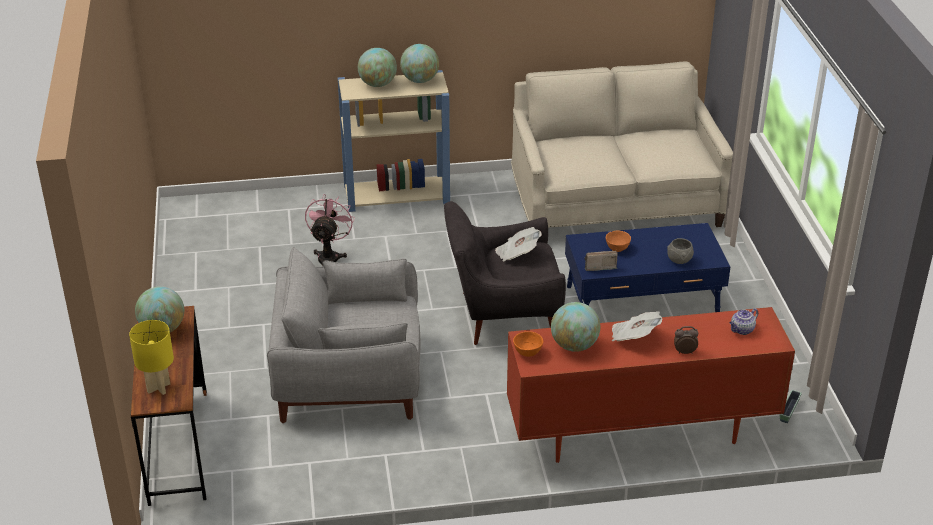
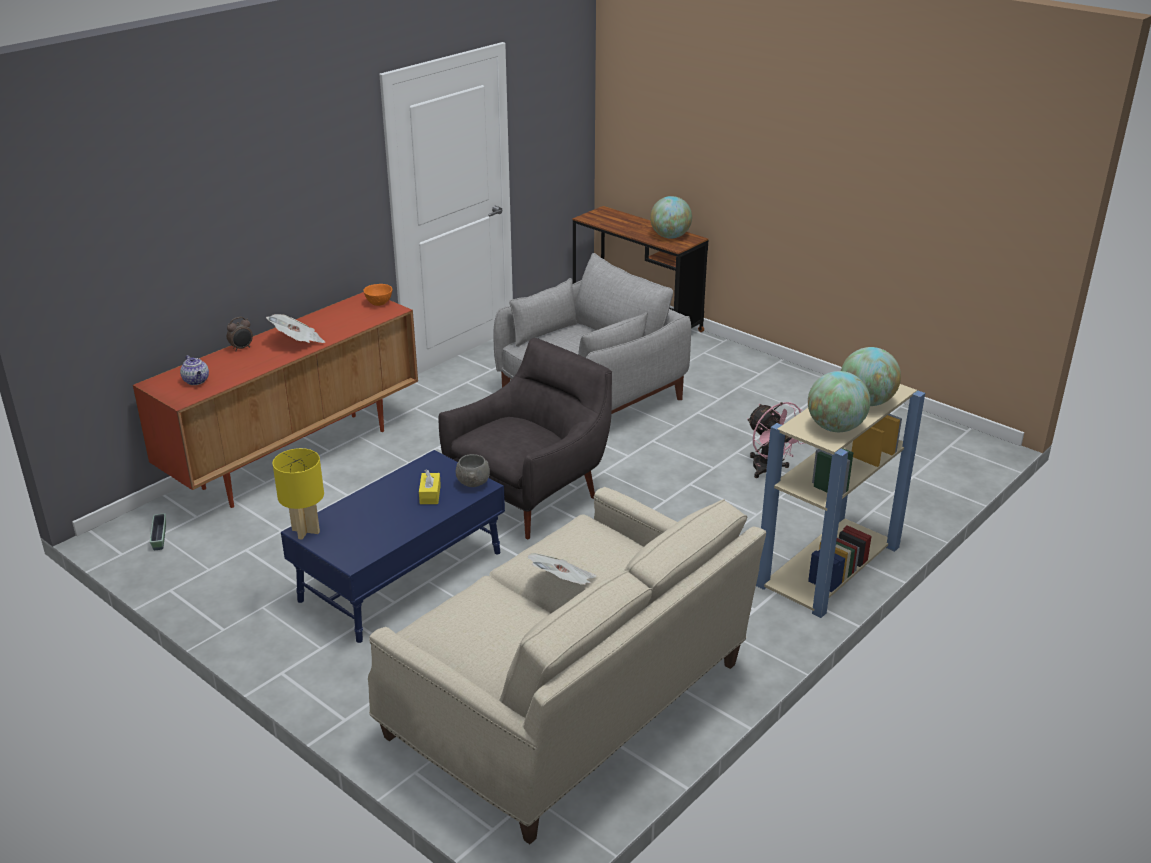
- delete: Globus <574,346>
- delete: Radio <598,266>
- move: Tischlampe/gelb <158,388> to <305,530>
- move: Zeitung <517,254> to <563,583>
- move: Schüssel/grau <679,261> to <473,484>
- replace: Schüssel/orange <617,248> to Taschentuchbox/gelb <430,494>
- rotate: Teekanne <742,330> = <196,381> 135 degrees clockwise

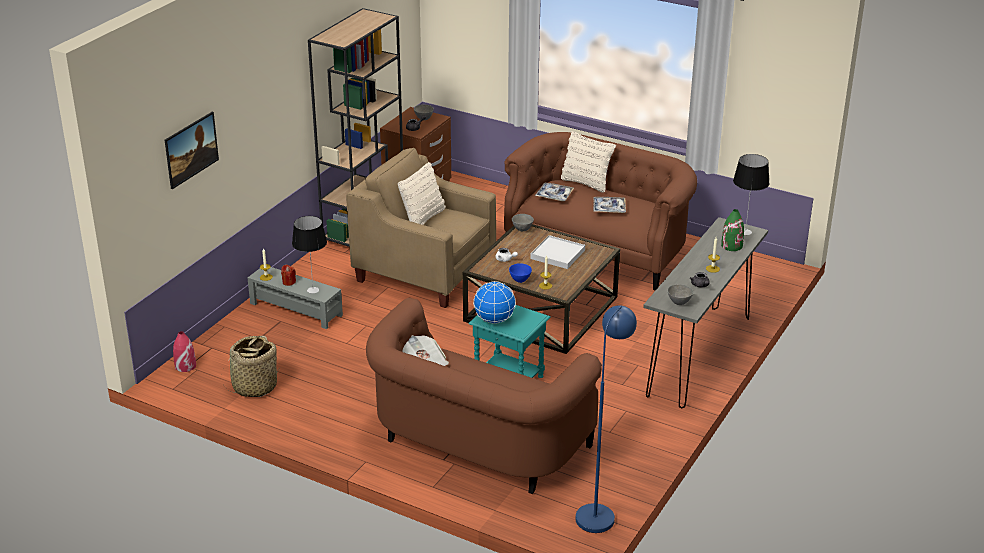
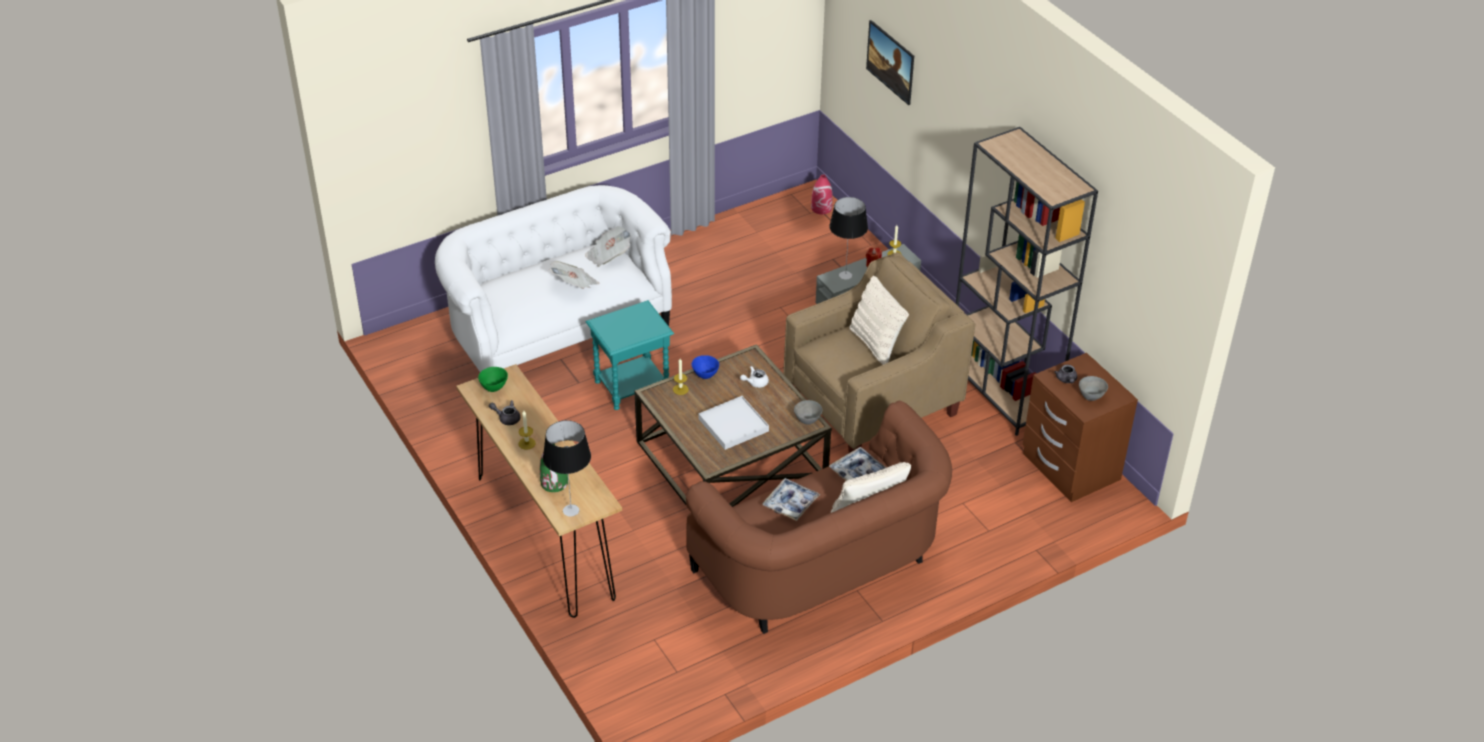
- delete: Korb <254,386>
- delete: Globus <494,320>
- delete: Stehlampe/blau <600,512>
- insert: Zeitung <575,285>
- recolor: Sofa/braun <478,444> to Sofa/weiß <556,329>
- recolor: Konsolentisch/grau <699,356> to Konsolentisch/braun <544,537>
- recolor: Schüssel/grau <679,303> to Schüssel/grün <494,387>

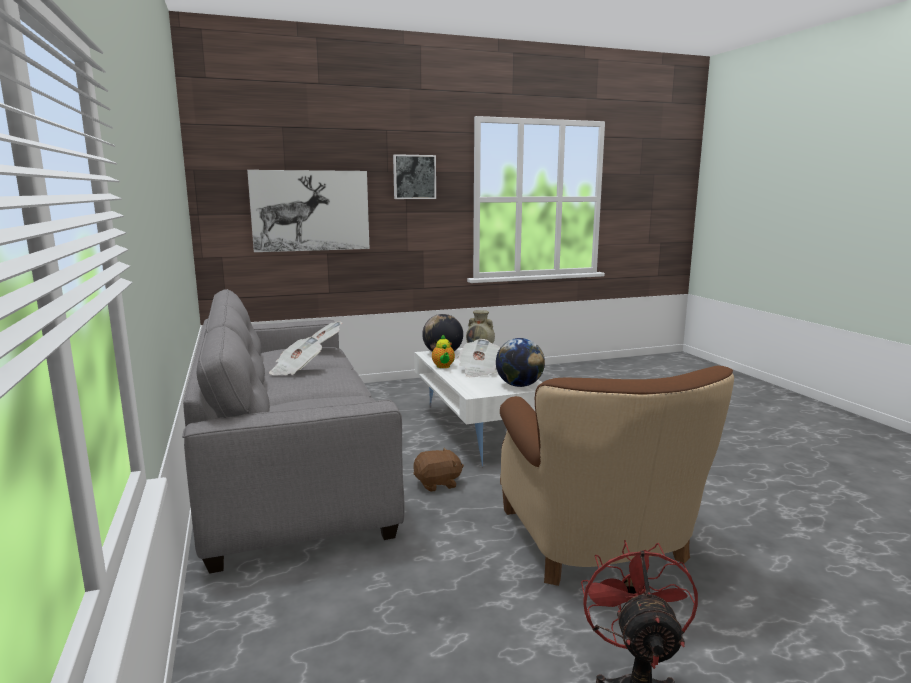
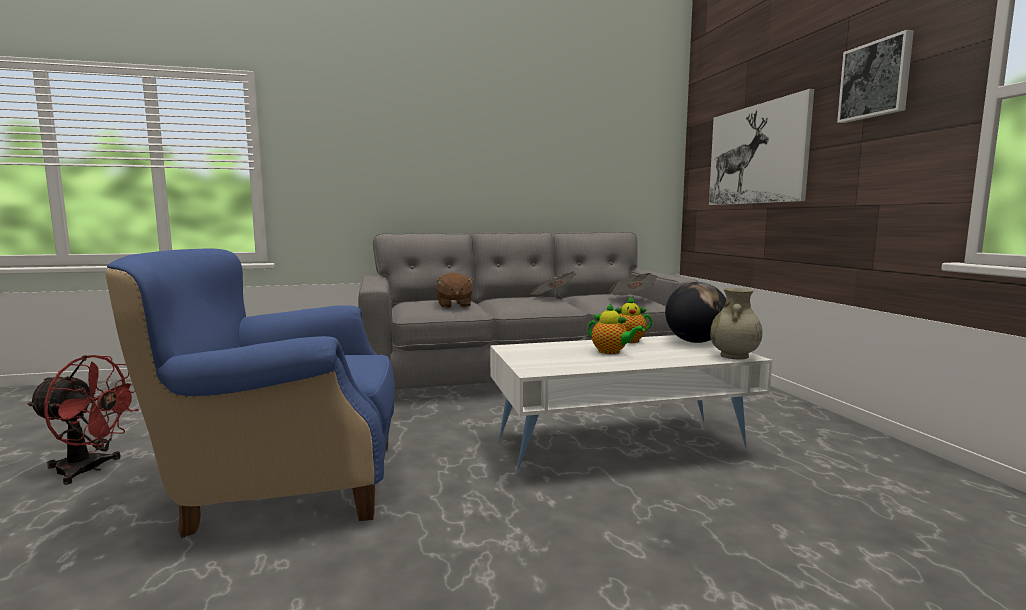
- delete: Globus <519,385>
- move: Plüschtier/braun <437,484> to <454,305>
- replace: Zeitung <479,370> to Teekanne <611,352>
- recolor: Sessel/braun <596,543> to Sessel/blau <281,485>

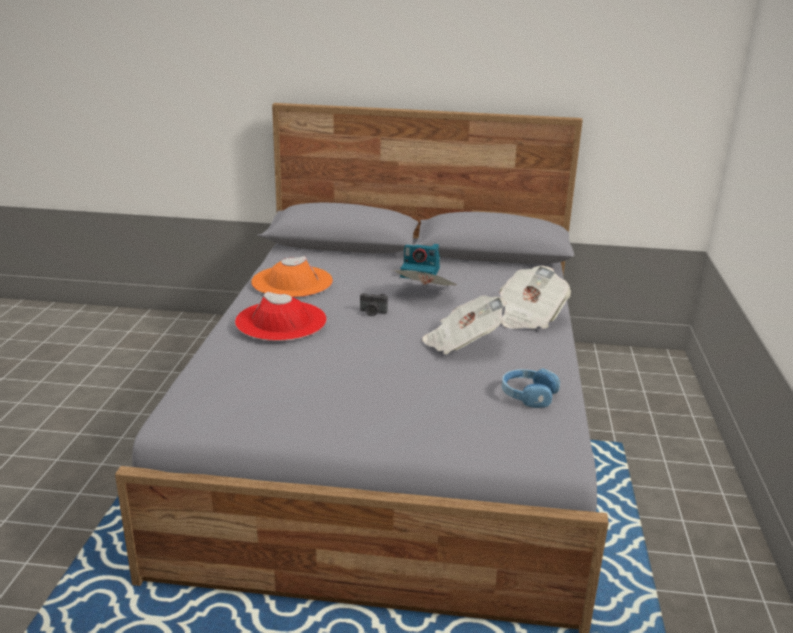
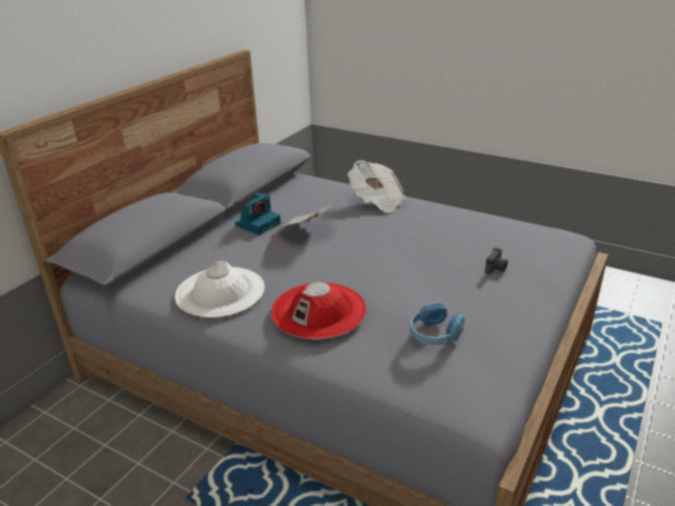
- delete: Zeitung <462,343>
- move: Kamera <372,312> to <496,269>
- move: Kopfhörer/blau <528,395> to <435,334>
- recolor: Hut/orange <292,282> to Hut/weiß <220,292>

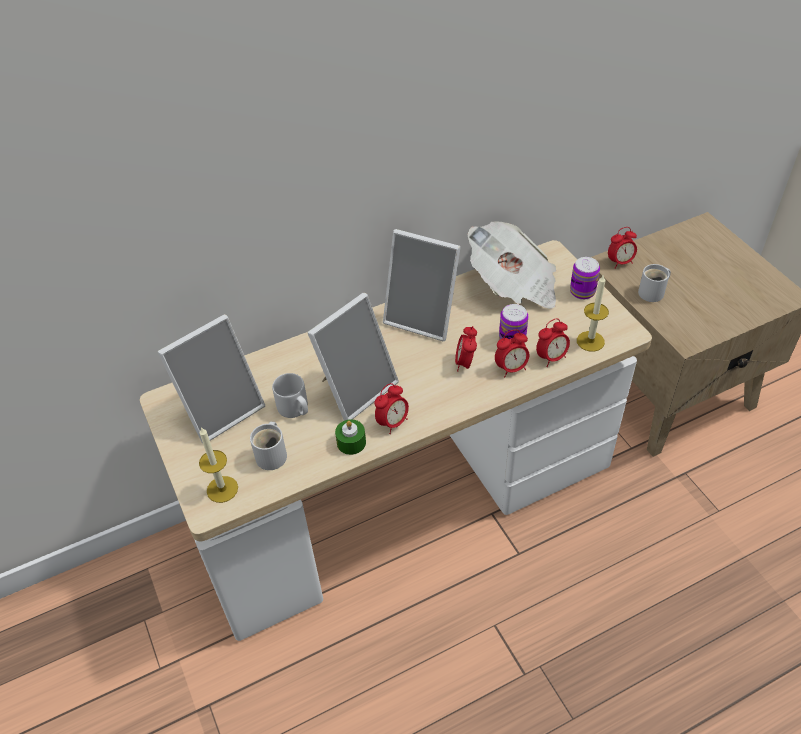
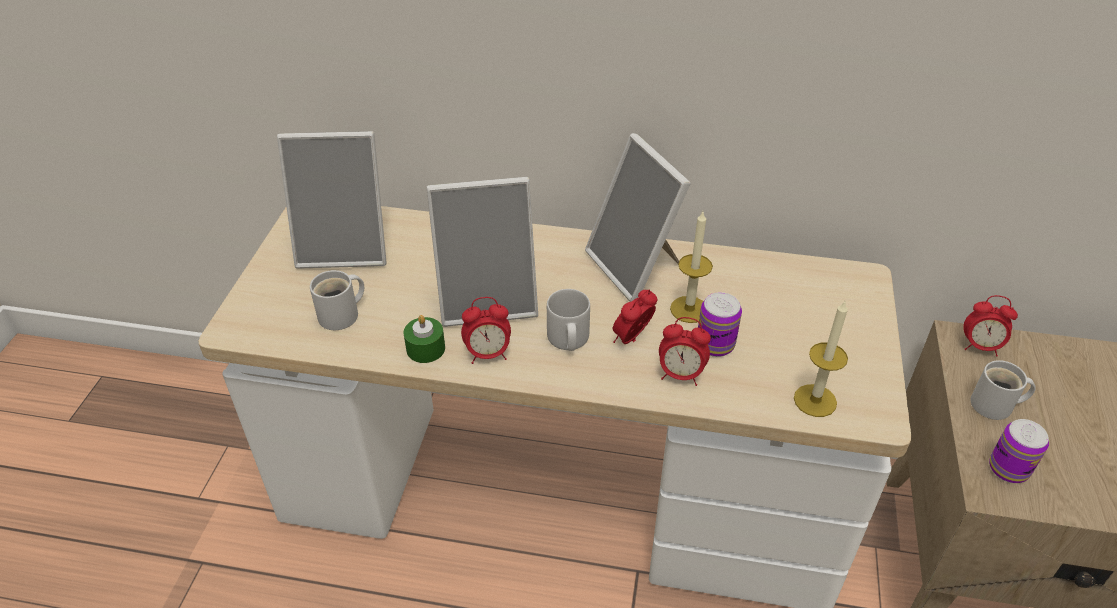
- delete: Zeitung <513,285>
- delete: Wecker <551,357>
- move: Kerze <222,489> to <689,309>
- move: Henkelbecher/grau <295,409> to <568,340>
- move: Dose <582,291> to <1008,469>

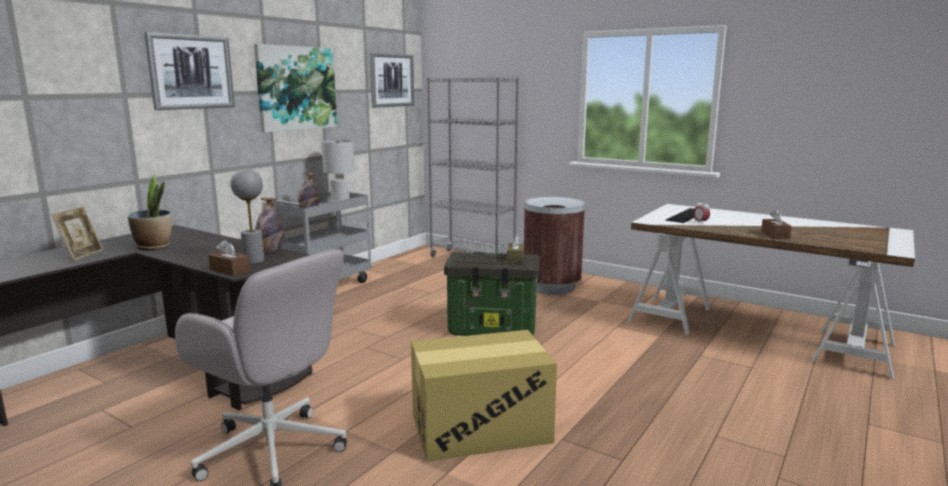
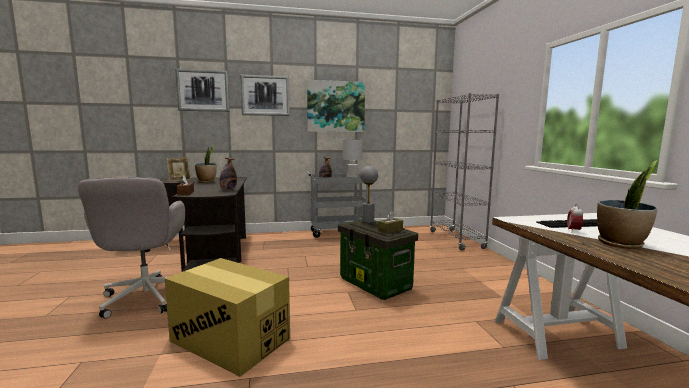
- delete: Mülleimer/braun <552,286>
- delete: Taschentuchbox/braun <775,235>
- insert: Topfpflanze <621,244>
- move: Tischlampe/grau <254,261> to <368,221>
- move: Bild <392,80> to <203,90>

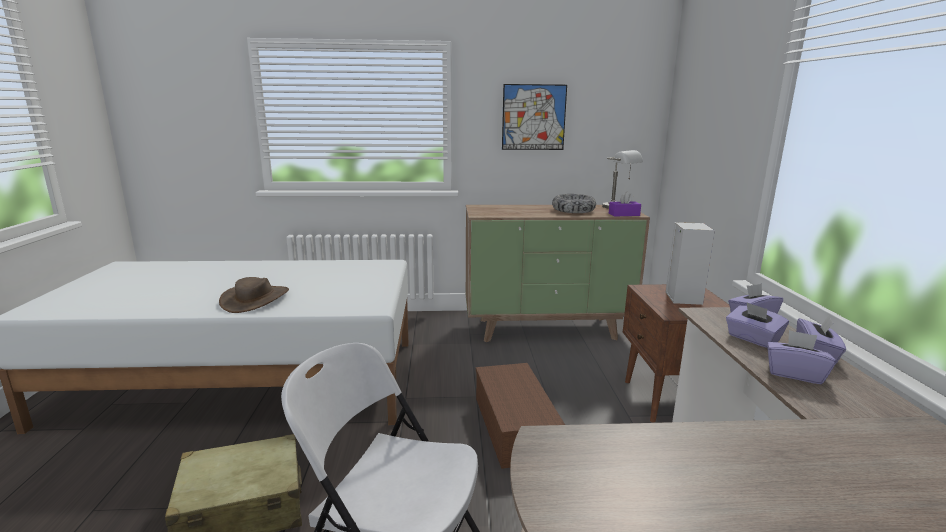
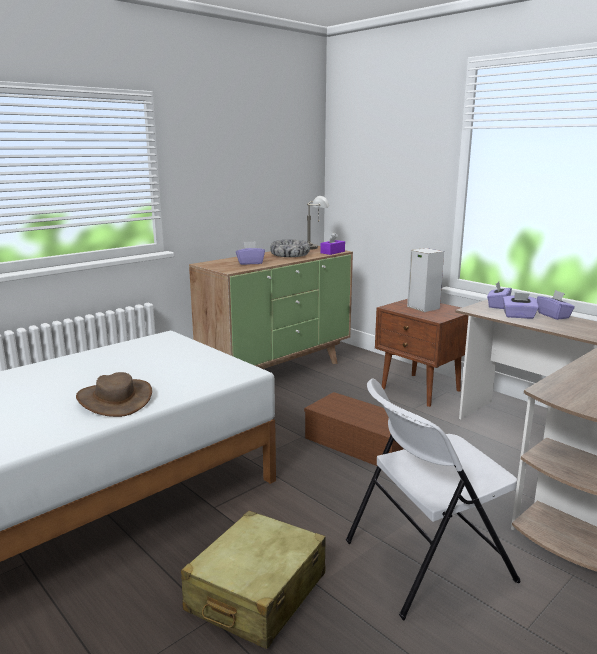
- delete: Bild <533,117>
- move: Taschentuchbox/lila <794,373> to <250,263>

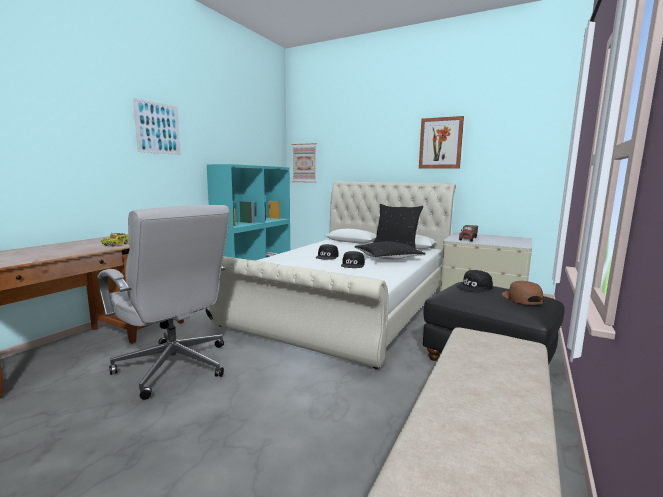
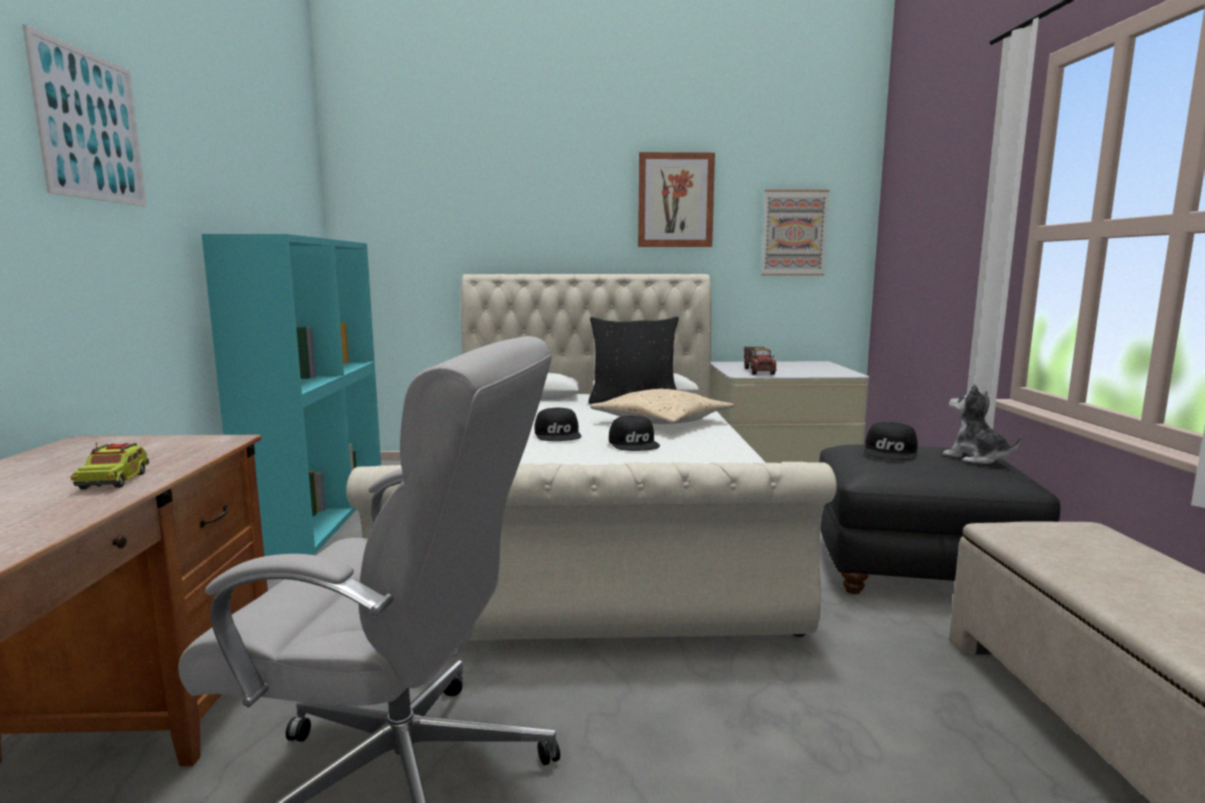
- move: Bild <304,163> to <794,233>
- replace: Kappe/braun <521,298> to Plüschtier <976,458>
- recolor: Kissen/schwarz <388,258> to Kissen/beige <662,421>

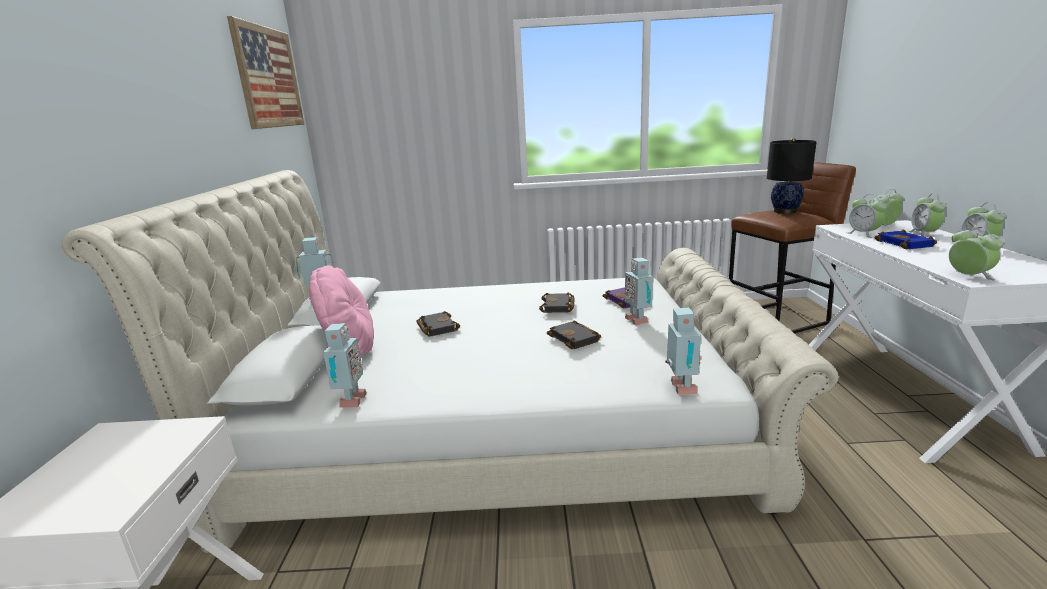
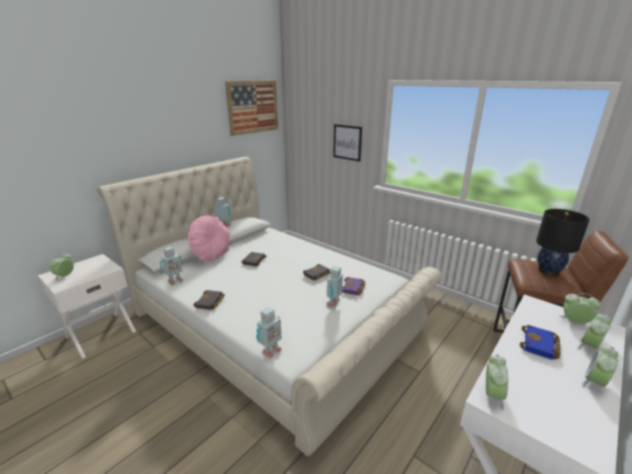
- insert: Bild <347,142>
- move: Buch/schwarz <576,339> to <210,302>
- move: Wecker <863,234> to <65,276>

